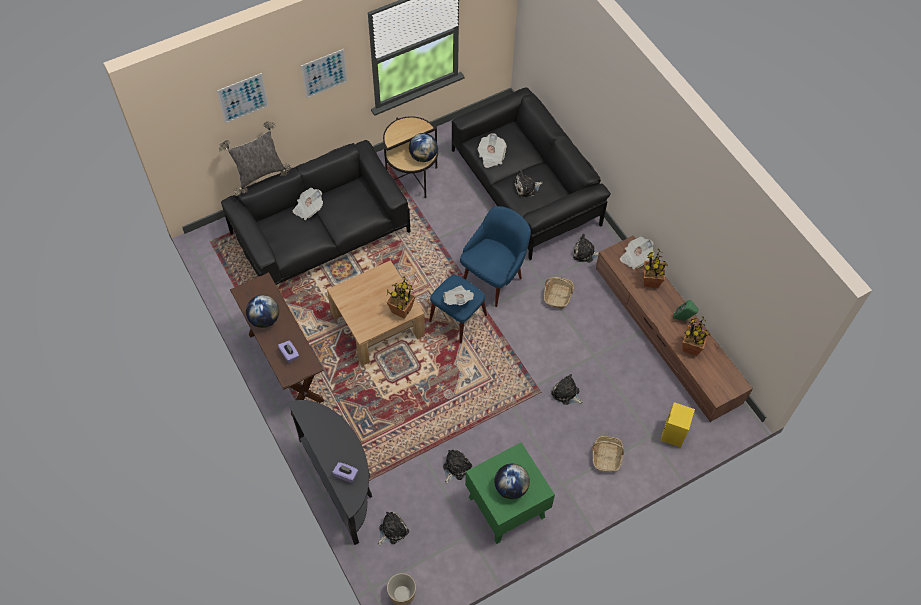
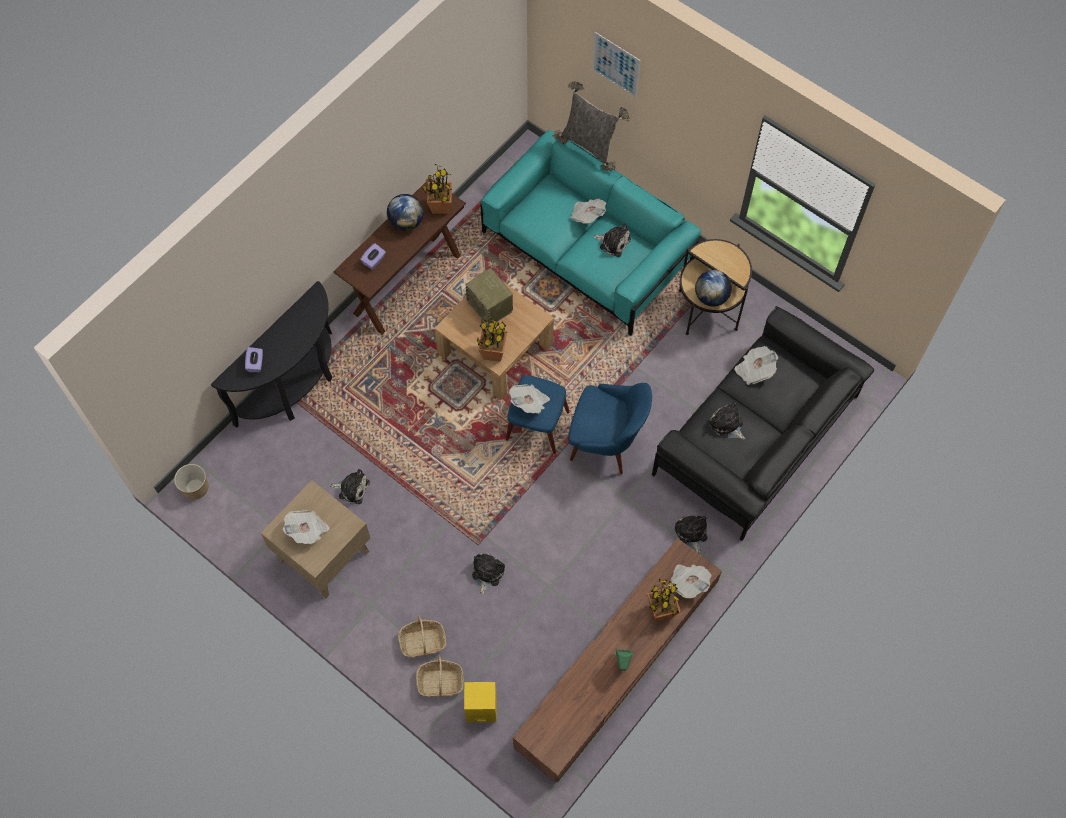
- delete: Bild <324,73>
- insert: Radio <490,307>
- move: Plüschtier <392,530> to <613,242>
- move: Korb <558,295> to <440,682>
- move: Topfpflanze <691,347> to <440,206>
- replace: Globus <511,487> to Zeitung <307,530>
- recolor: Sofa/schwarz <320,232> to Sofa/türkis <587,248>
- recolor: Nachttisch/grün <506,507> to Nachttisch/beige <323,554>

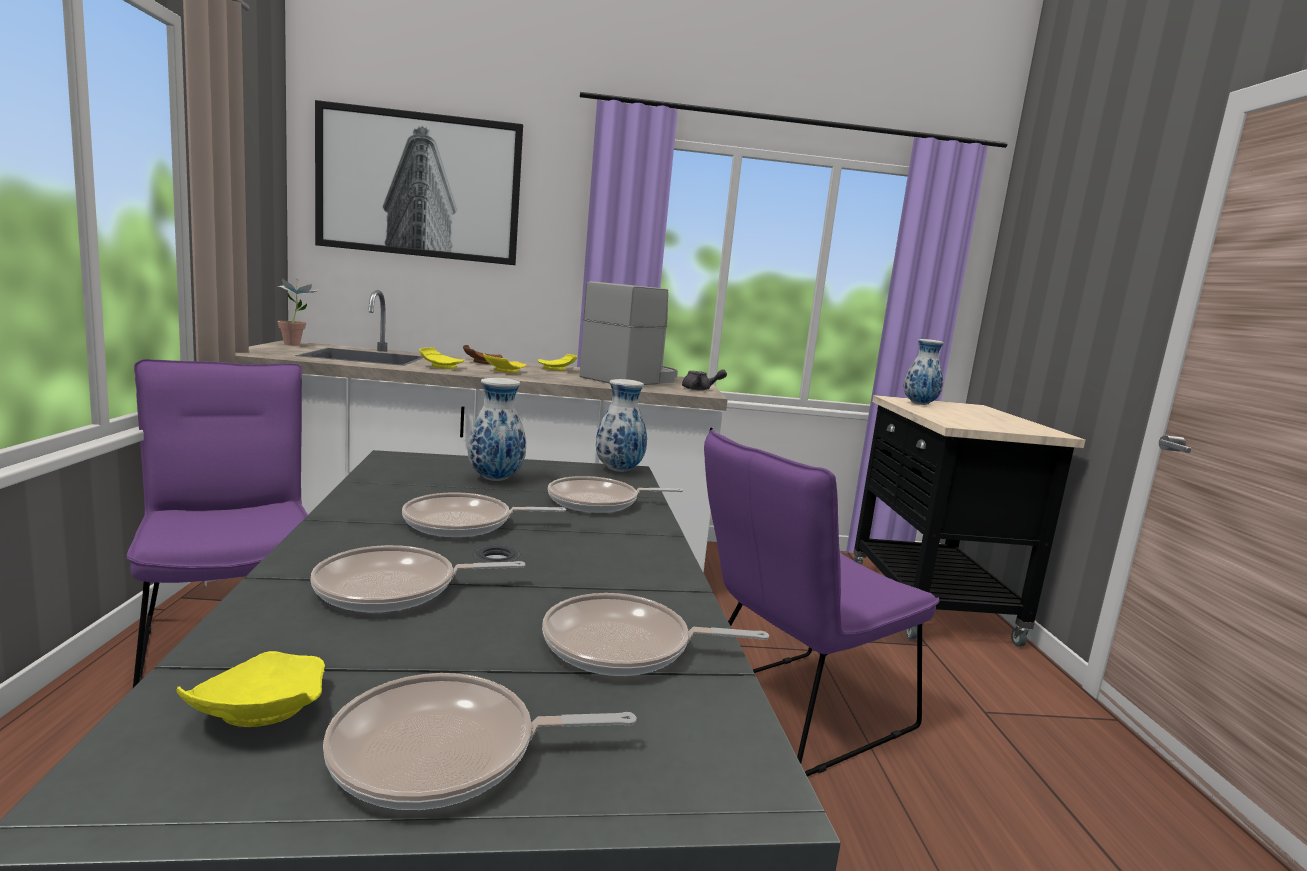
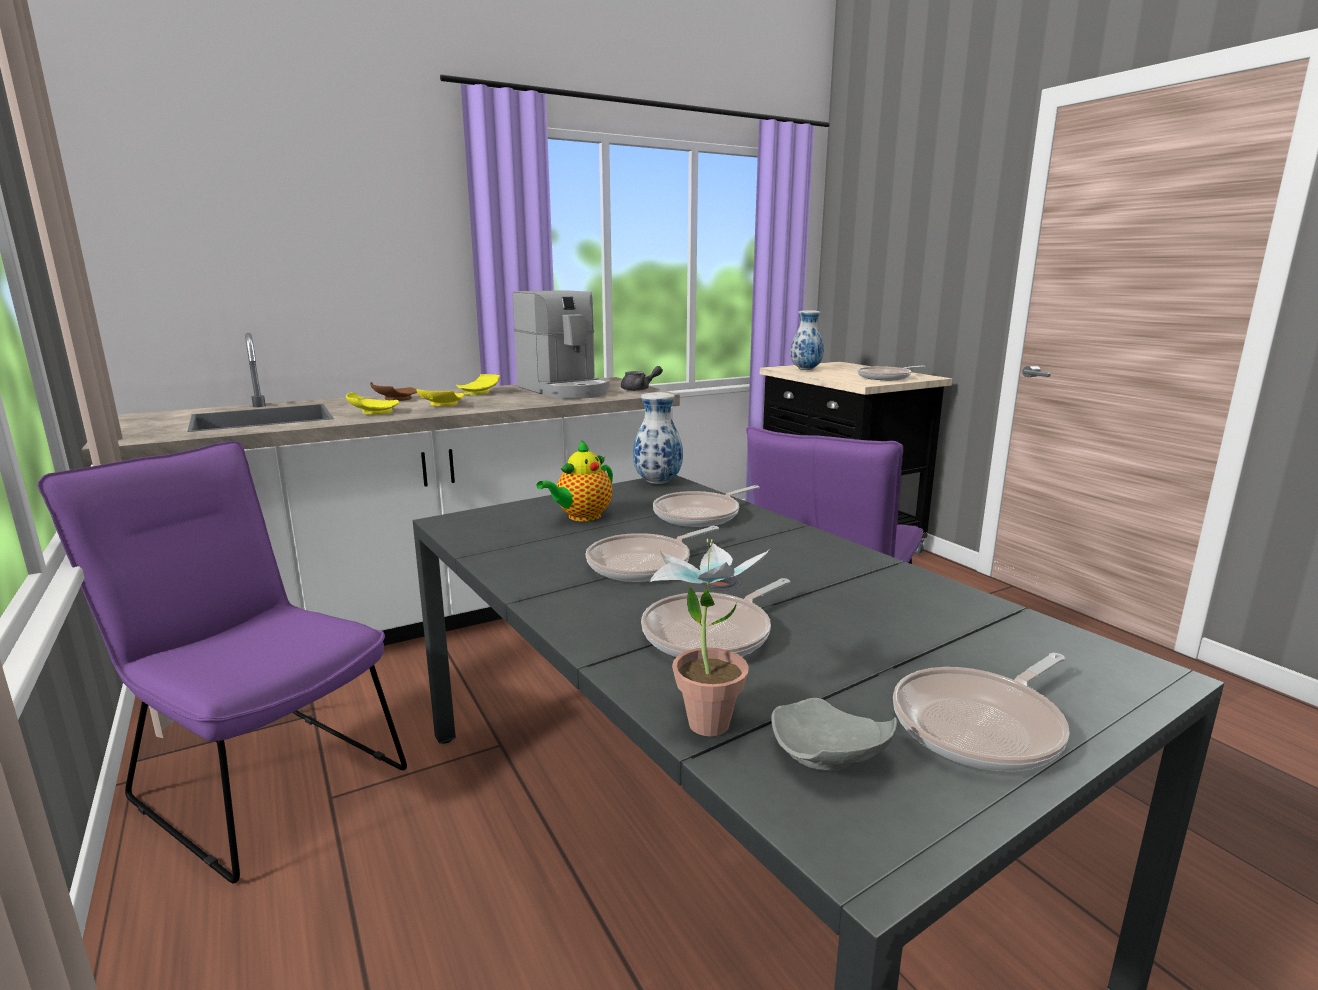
- delete: Bild <419,185>
- move: Topfpflanze <296,344> to <705,714>
- move: Pfanne <625,646> to <886,377>
- replace: Vase <495,478> to Teekanne <581,517>
- recolor: Teller/gelb <258,712> to Teller/grau <827,755>
- rotate: Kaffeemaschine <631,379> = <565,390> 135 degrees clockwise

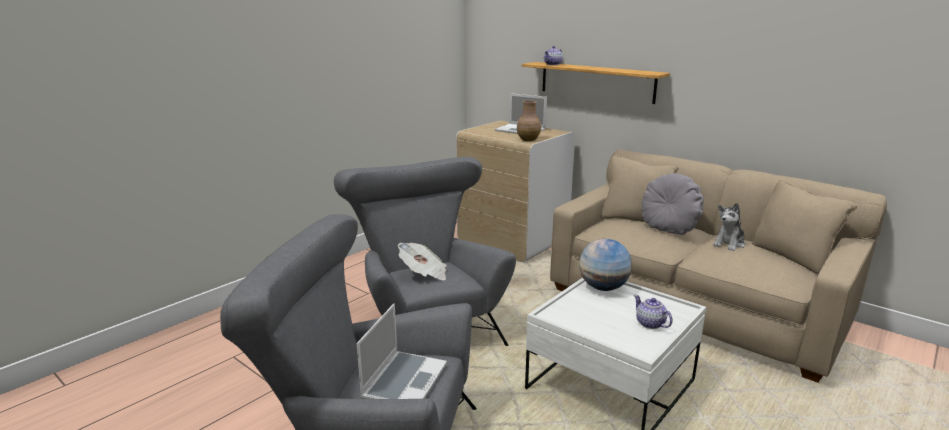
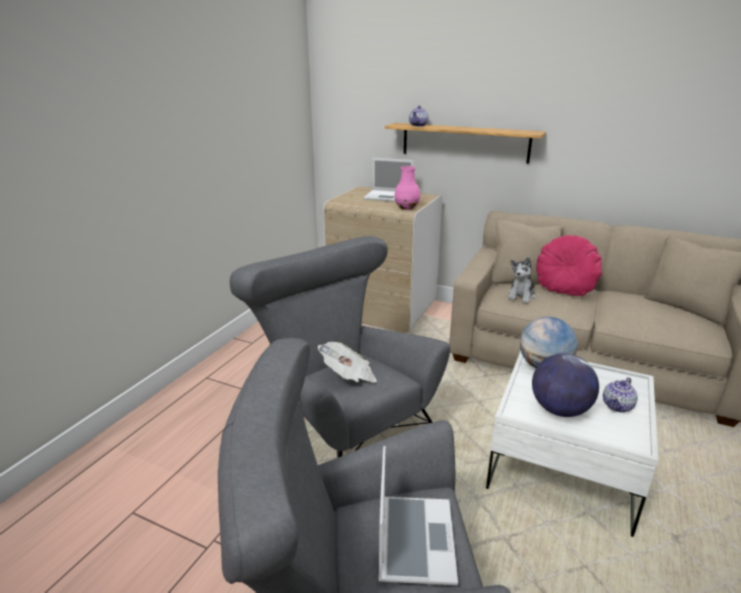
- insert: Globus <559,410>
- move: Plüschtier <729,244> to <521,296>
- recolor: Vase/braun <528,139> to Vase/rosa <406,207>
- recolor: Kissen/grau <668,230> to Kissen/rosa <564,291>
- rotate: Teekanne <650,324> = <618,406> 90 degrees counterclockwise

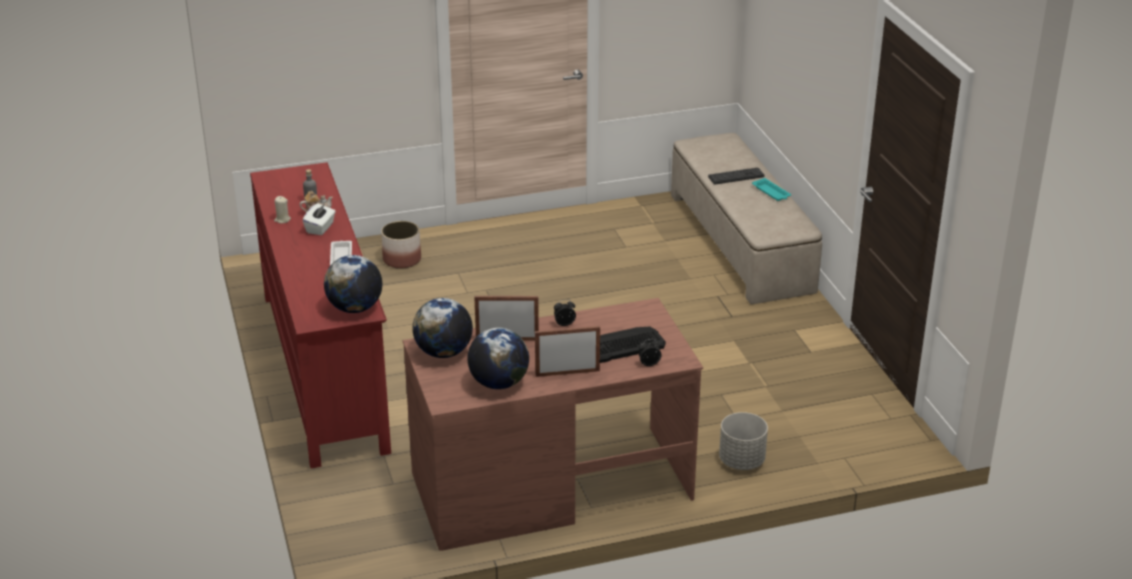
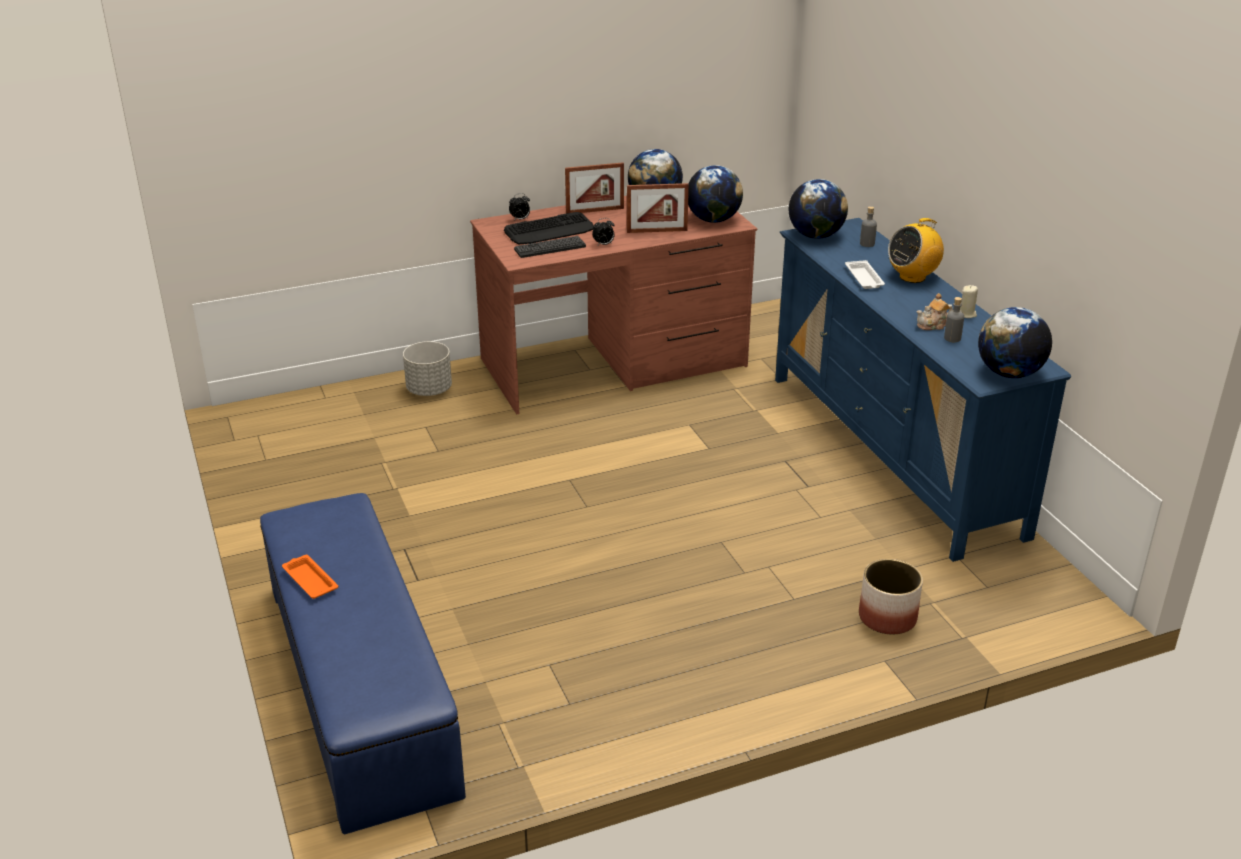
- delete: Taschentuchbox/weiß <320,228>
- insert: Flasche/grau <867,244>
- insert: Radio <912,277>
- insert: Globus <1009,373>
- move: Tastatur <736,176> to <550,248>
- recolor: Kommode/rot <325,371> to Kommode/blau <892,453>
- recolor: Bank/beige <741,242> to Bank/blau <359,685>
- recolor: Tablett/türkis <771,192> to Tablett/orange <309,580>

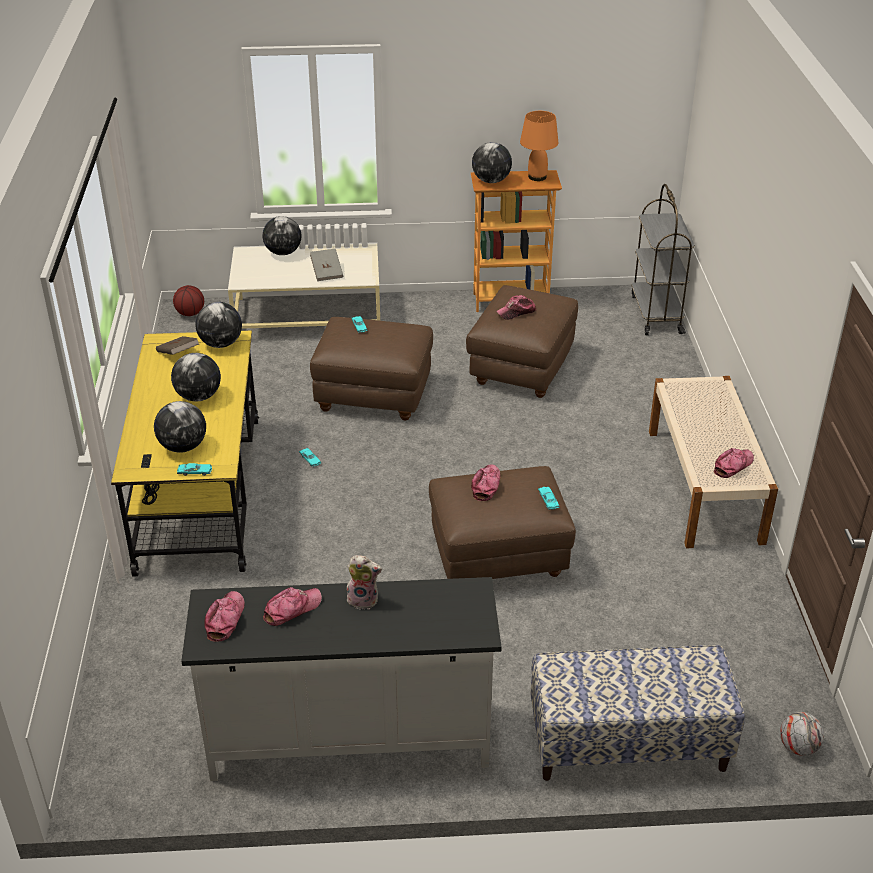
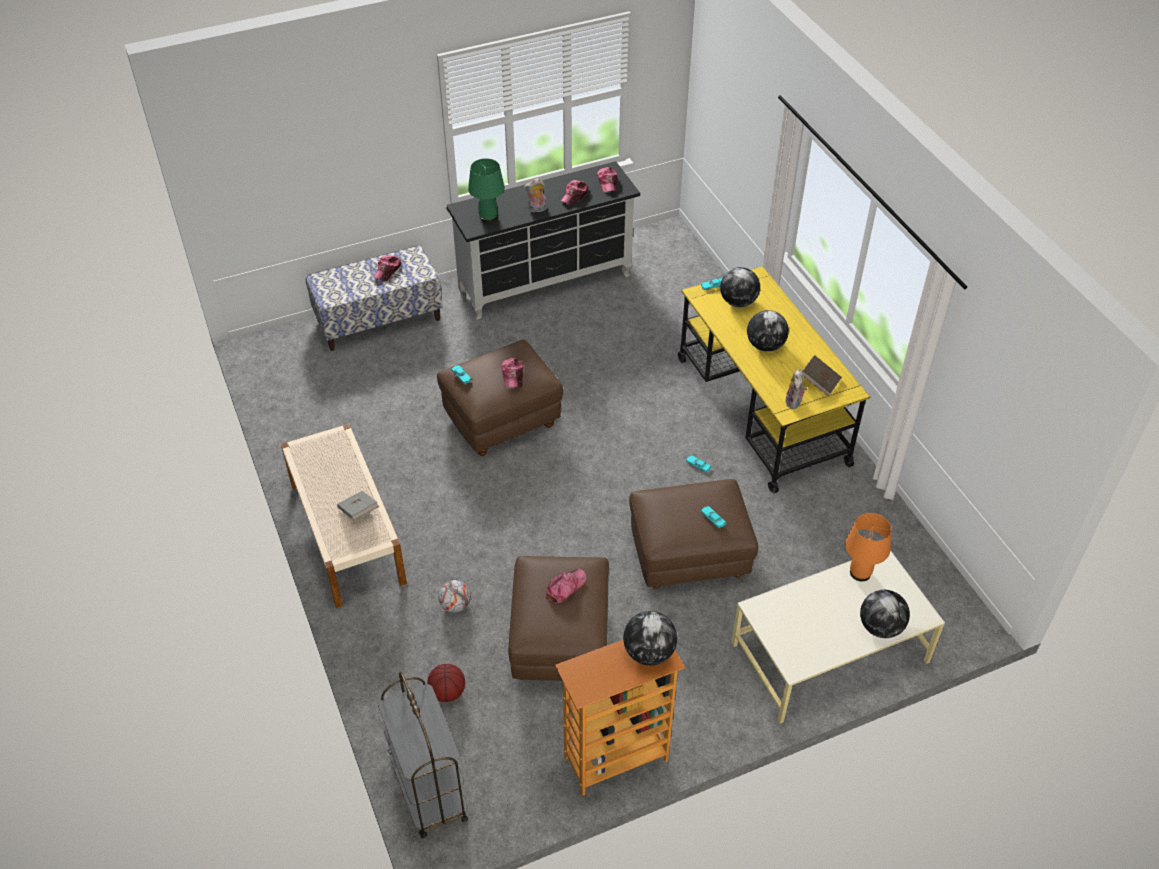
- insert: Tischlampe/grün <488,217>
- move: Basketball <190,313> to <447,692>
- move: Buch/grau <327,272> to <359,512>
- move: Tischlampe/orange <537,177> to <860,573>
- move: Kappe <733,466> to <387,271>
- move: Fußball <798,747> to <455,605>
- replace: Globus <221,344> to Plüschtier <794,402>

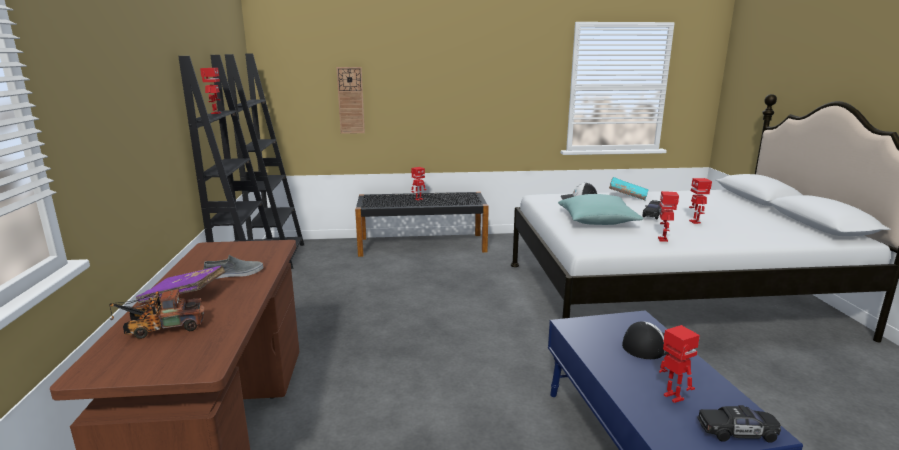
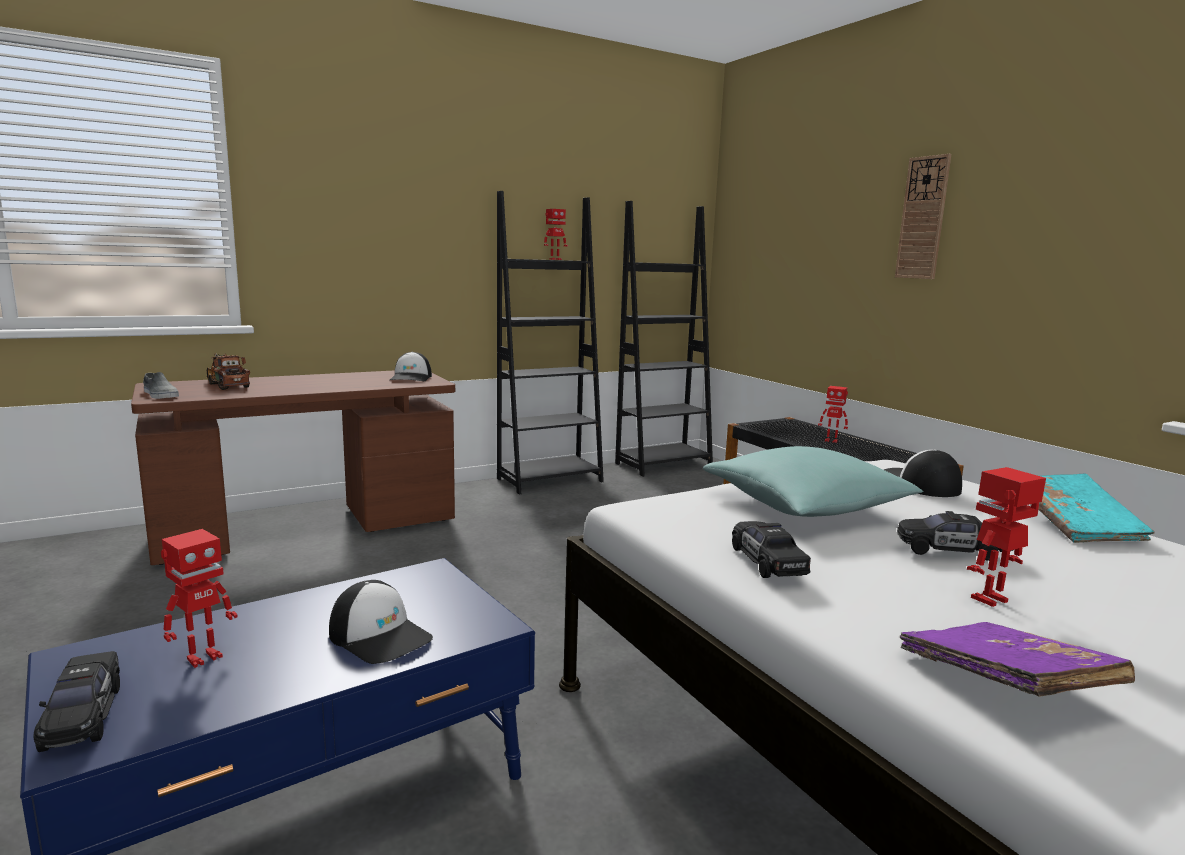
- insert: Kappe <411,378>
- move: Buch/lila <184,296> to <1004,684>
- move: Schuh/grau <234,274> to <160,395>
- move: Wanduhr <351,100> to <923,218>
- replace: Spielzeugroboter <663,239> to Spielzeugauto/schwarz <767,563>

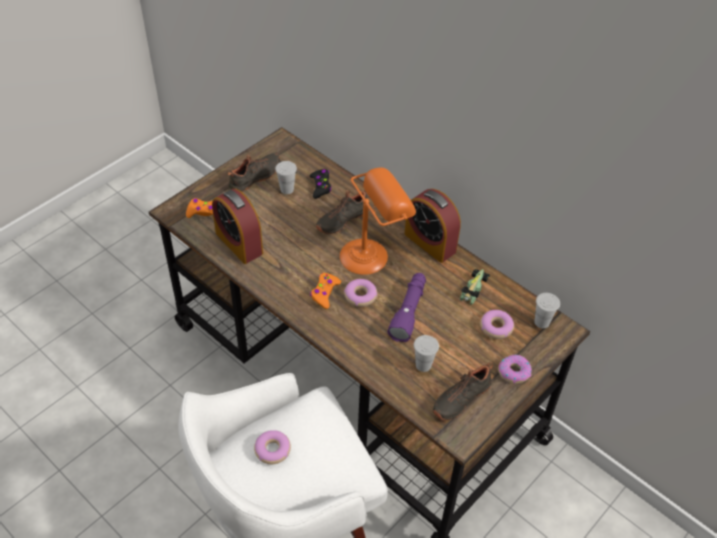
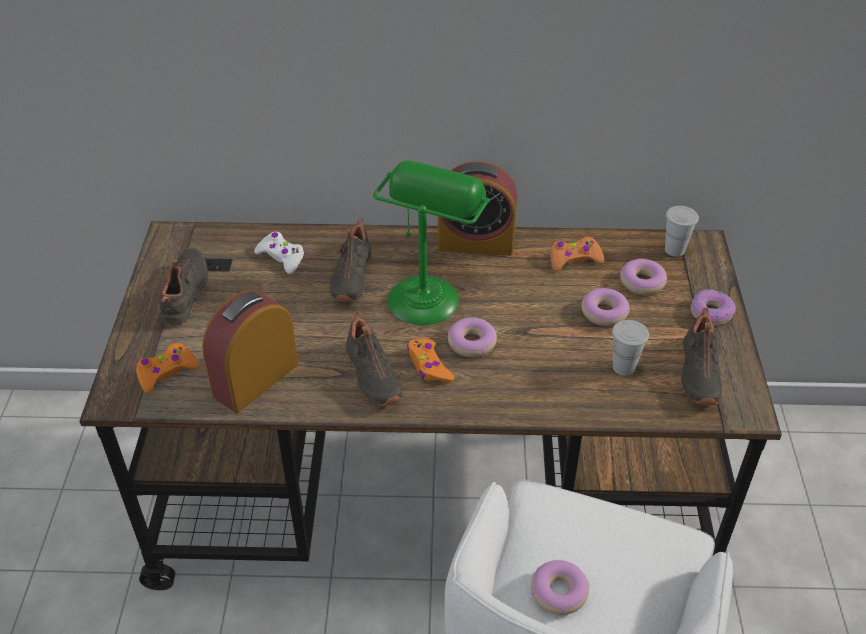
- delete: Tasse/weiß <287,189>
- delete: Taschenlampe/lila <409,311>
- insert: Schuh/schwarz <371,376>
- insert: Donut <604,312>
- replace: Spielzeugauto <473,288> to Gamepad/orange <574,259>
- recolor: Gamepad/schwarz <320,186> to Gamepad/weiß <282,257>
- recolor: Tischlampe/orange <372,252> to Tischlampe/grün <427,289>
- rotate: Wecker <239,243> = <256,379> 120 degrees clockwise

